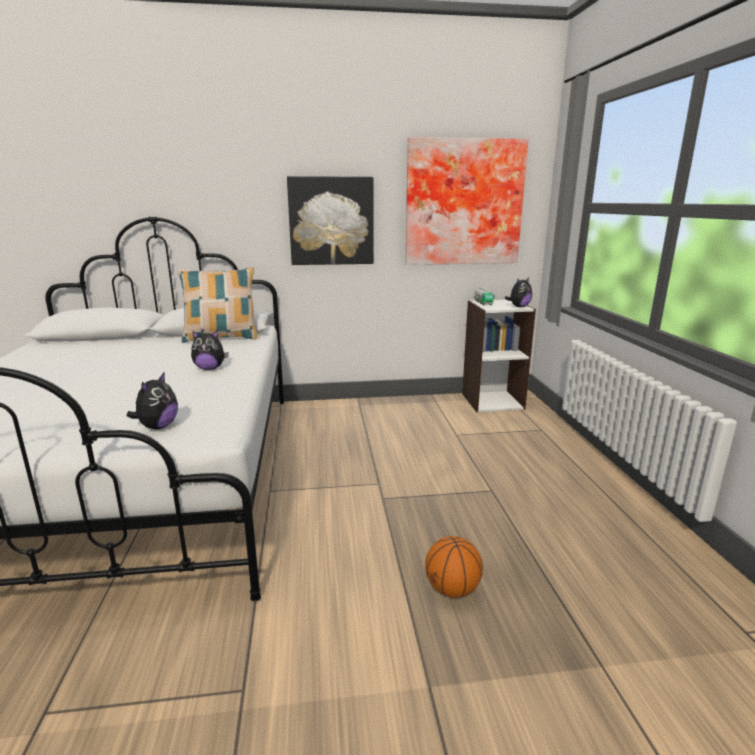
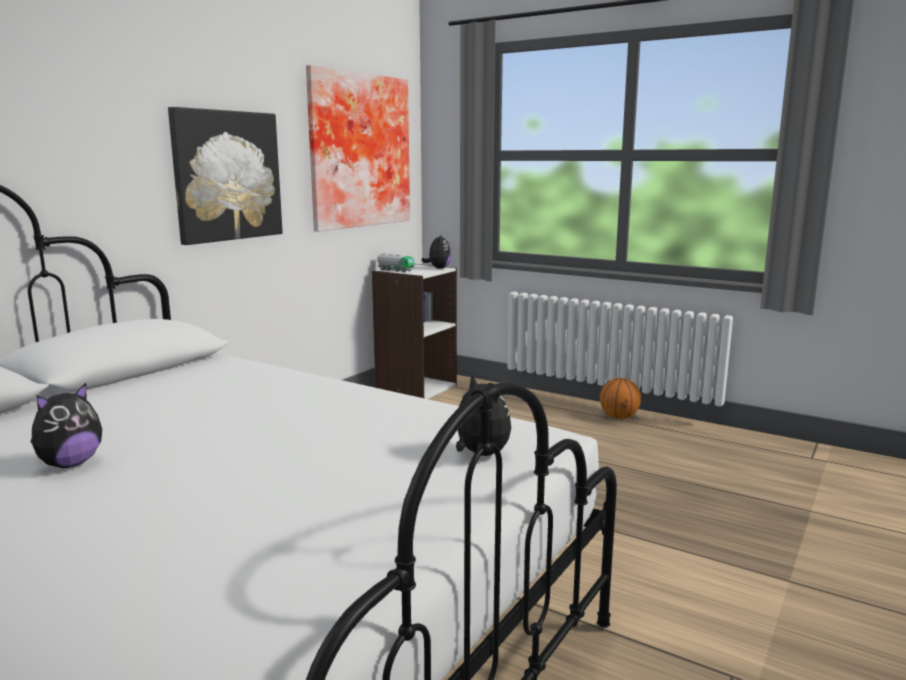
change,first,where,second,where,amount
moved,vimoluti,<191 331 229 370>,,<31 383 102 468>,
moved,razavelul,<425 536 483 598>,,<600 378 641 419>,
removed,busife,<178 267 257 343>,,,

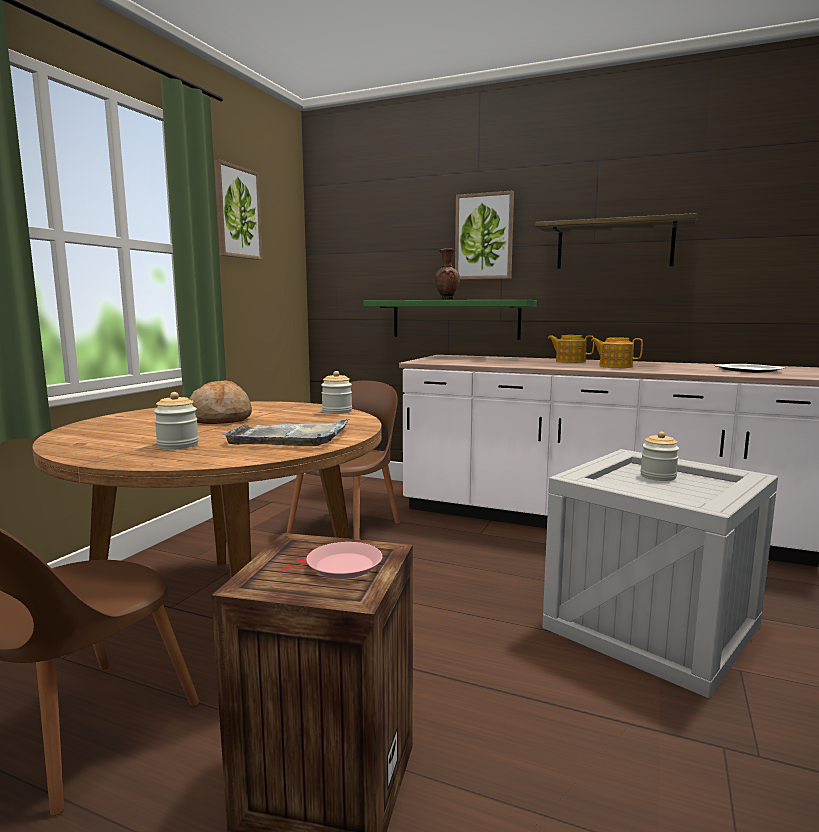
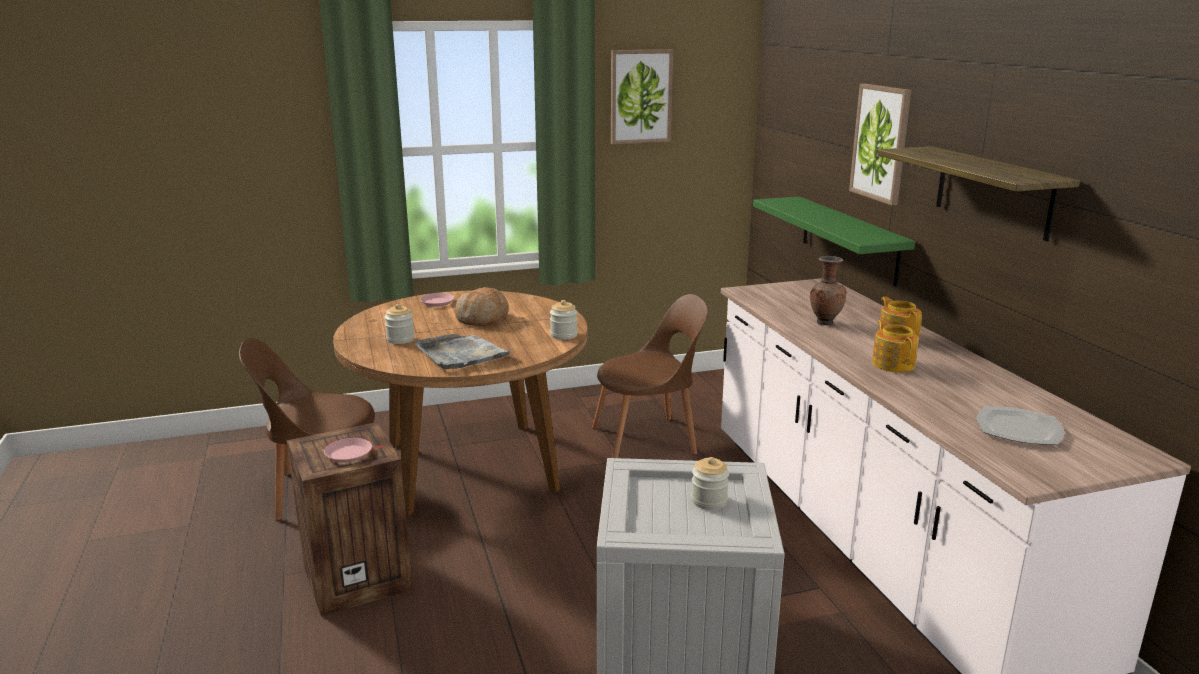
change,first,where,second,where,amount
added,,,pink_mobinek,<420 293 455 307>,
moved,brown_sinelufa,<435 248 460 300>,,<810 256 847 325>,

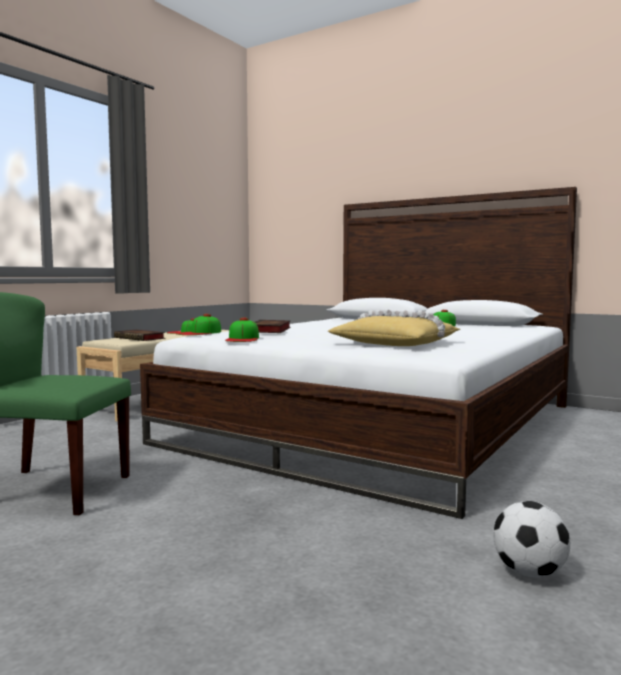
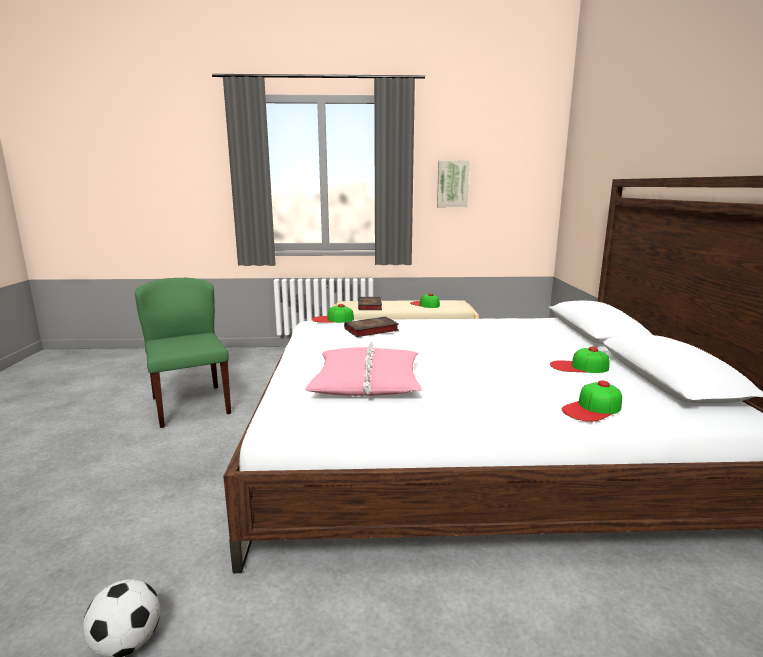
change,first,where,second,where,amount
recoloured,yellow_busife,<328 309 460 346>,pink_busife,<306 341 422 396>,
added,,,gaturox,<437 161 470 207>,
moved,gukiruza,<225 318 259 342>,,<562 380 622 422>,

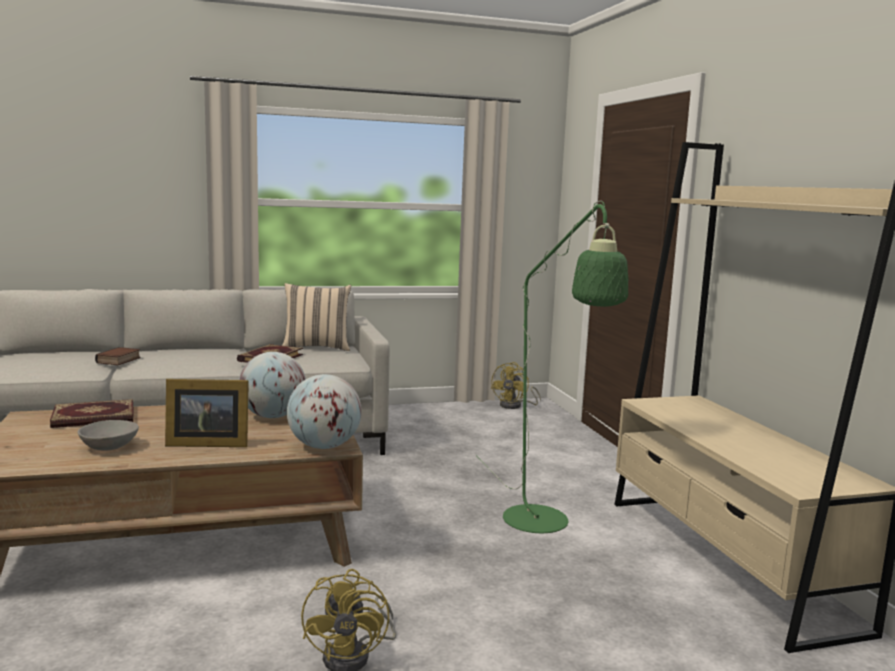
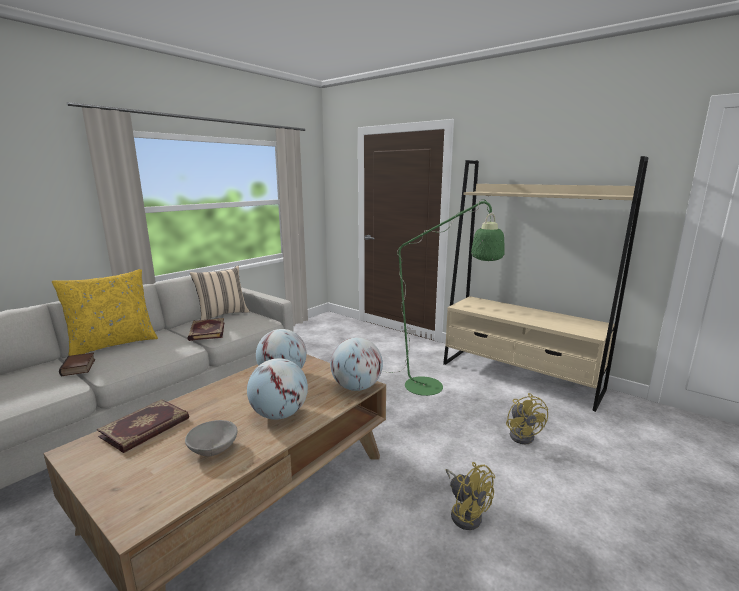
change,first,where,second,where,amount
added,,,yellow_busife,<52 269 158 356>,
replaced,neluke,<165 379 249 447>,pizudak,<247 358 308 420>,
moved,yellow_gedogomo,<490 362 541 409>,,<506 393 548 444>,

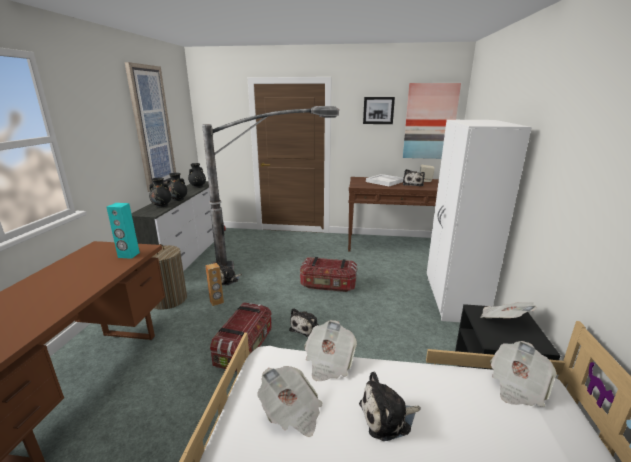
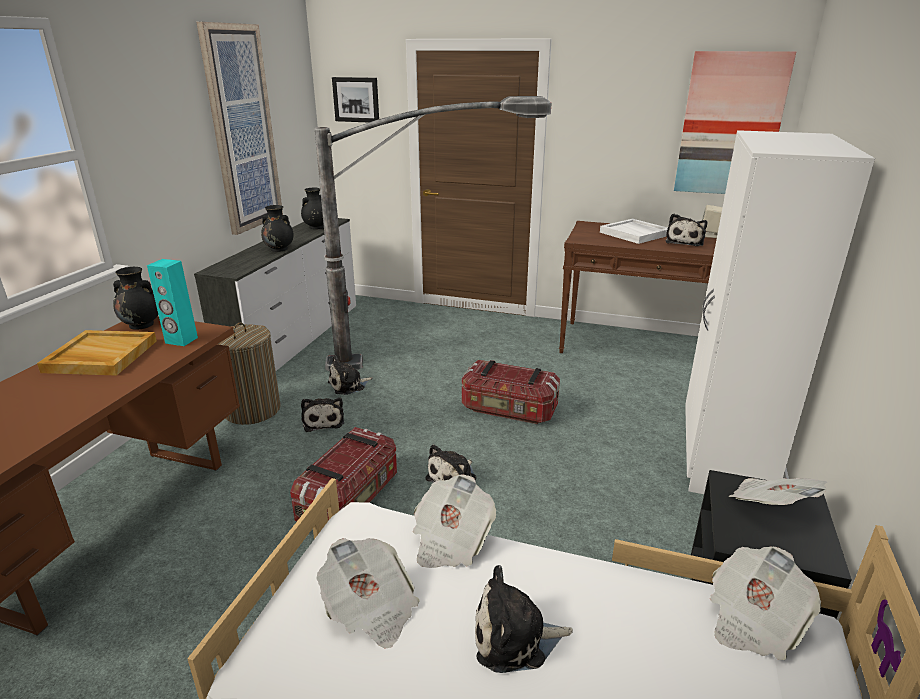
change,first,where,second,where,amount
added,,,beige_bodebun,<37 330 157 376>,
moved,black_sinelufa,<149 178 171 208>,,<113 267 158 330>,
replaced,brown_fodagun,<205 263 224 306>,vimoluti,<301 398 344 432>,
moved,gaturox,<363 97 395 124>,,<332 77 379 123>,

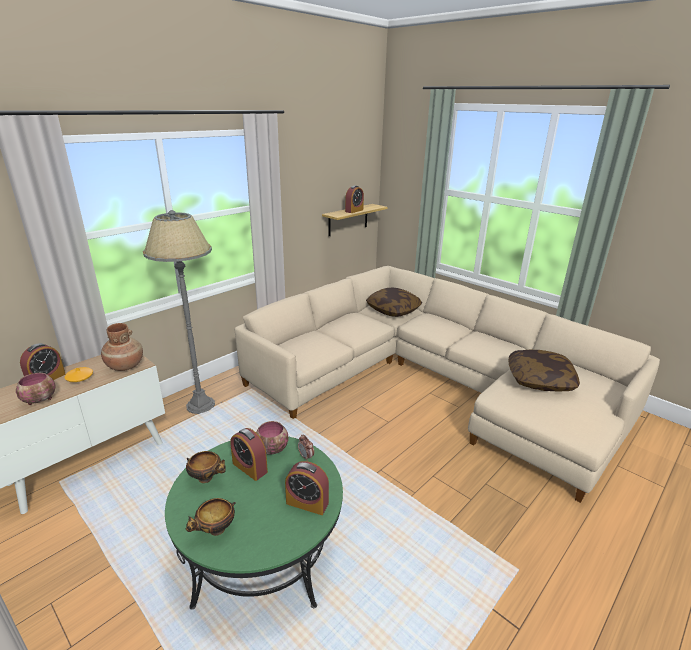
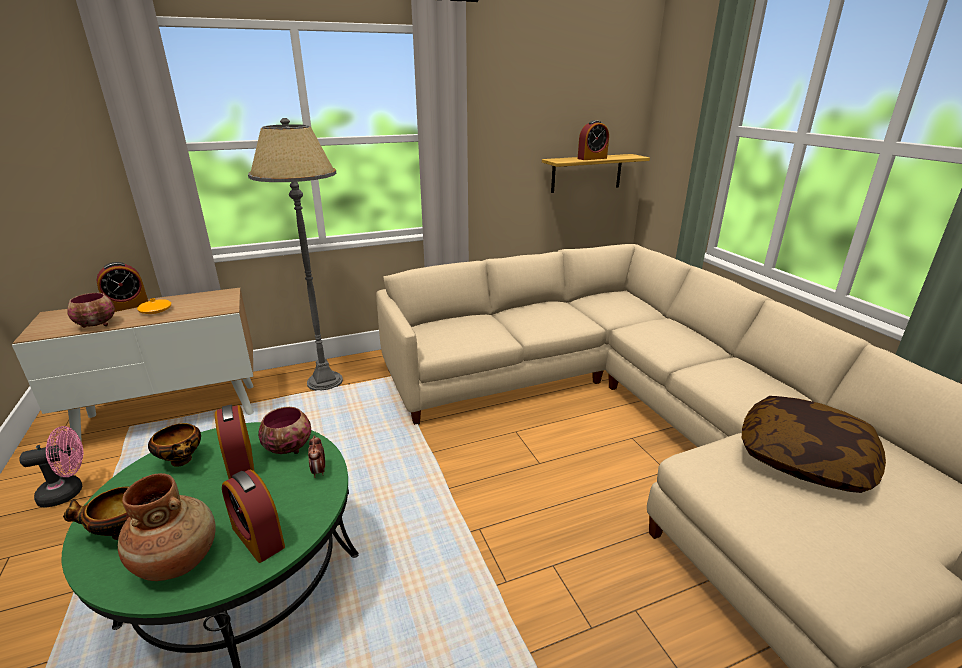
change,first,where,second,where,amount
added,,,pink_gedogomo,<19 426 83 508>,
moved,brown_sinelufa,<101 323 143 371>,,<118 473 216 581>,
removed,busife,<366 287 422 317>,,,

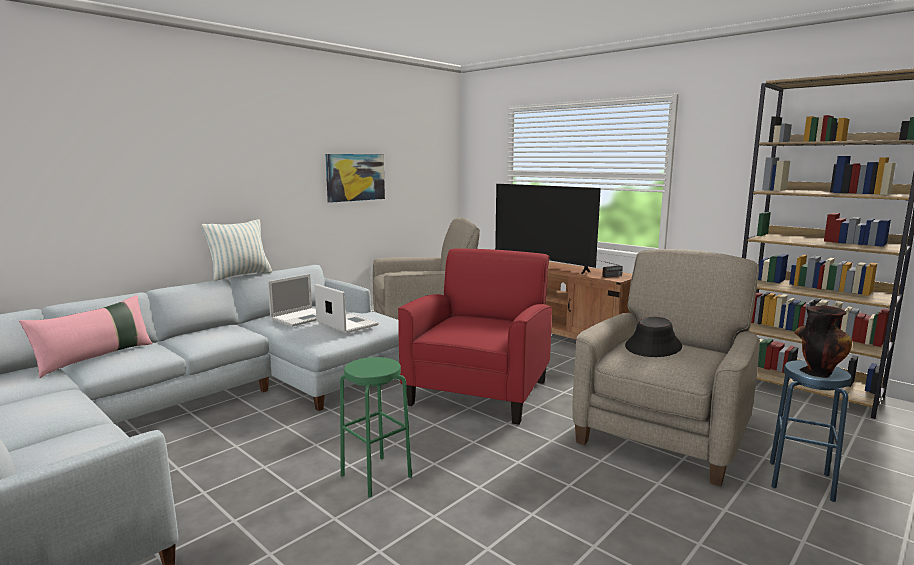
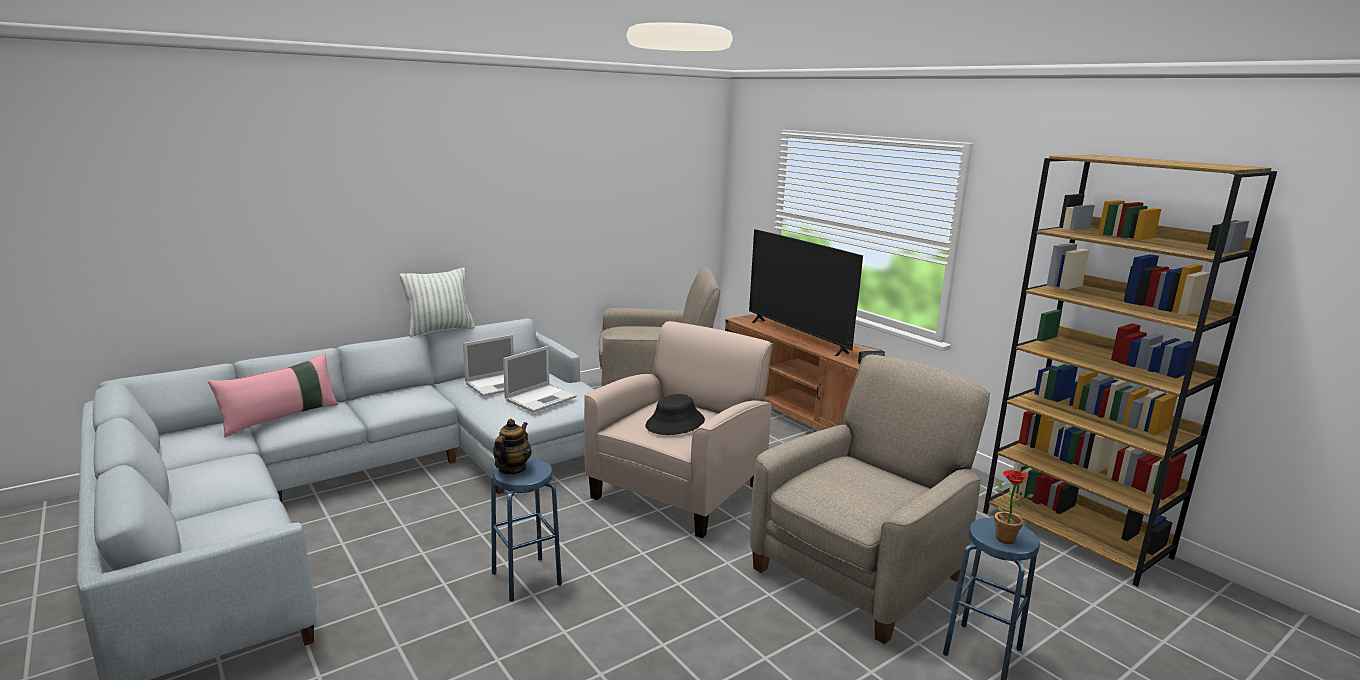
change,first,where,second,where,amount
recoloured,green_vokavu,<340 357 412 497>,blue_vokavu,<491 458 562 602>,
added,,,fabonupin,<493 419 532 474>,
turned,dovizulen,<314 284 379 333>,,<503 346 577 412>,75 degrees clockwise
recoloured,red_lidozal,<398 248 552 425>,beige_lidozal,<584 321 773 538>,
moved,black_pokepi,<625 317 682 357>,,<645 394 705 435>,
replaced,sinelufa,<794 306 852 378>,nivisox,<994 470 1033 544>,
removed,gaturox,<325 154 385 203>,,,

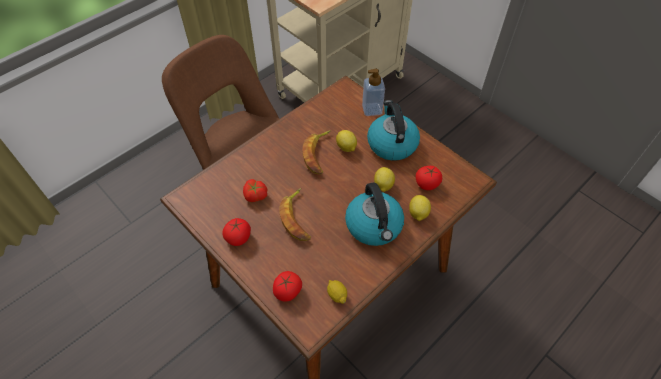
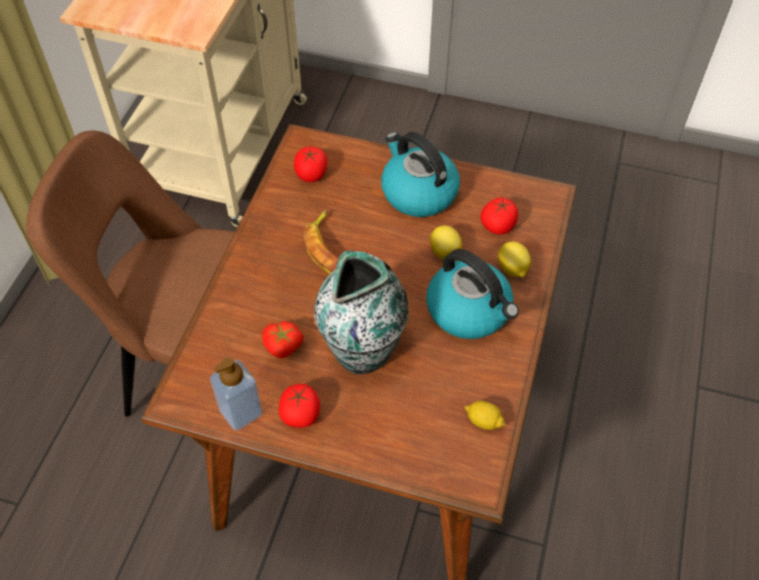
change,first,where,second,where,amount
moved,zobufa,<362 68 385 116>,,<210 357 263 431>,
moved,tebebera,<273 271 302 302>,,<294 146 327 182>,
replaced,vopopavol,<279 188 311 241>,sinelufa,<314 251 409 374>,
removed,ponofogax,<336 130 357 152>,,,

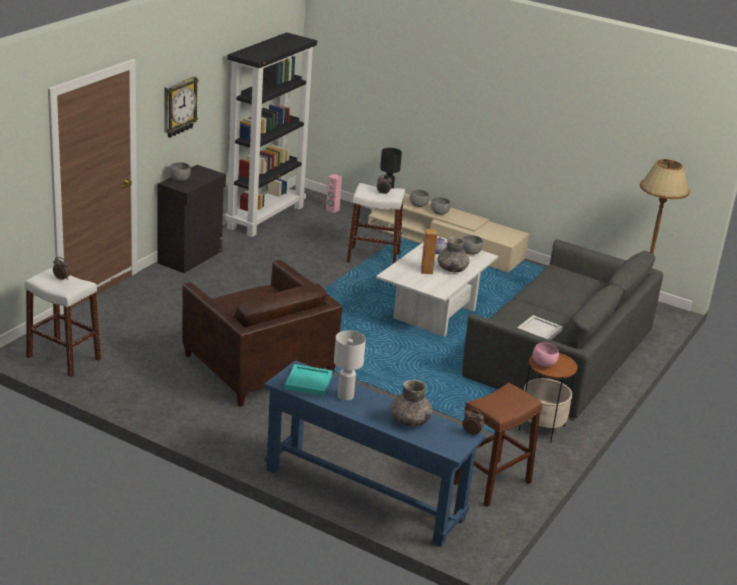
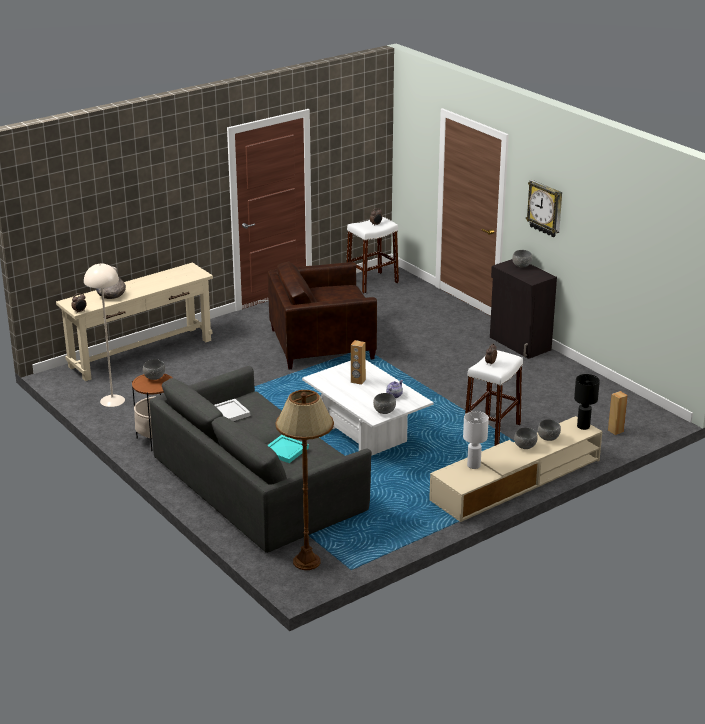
change,first,where,second,where,amount
recoloured,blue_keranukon,<264 360 486 547>,beige_keranukon,<56 263 213 381>,
replaced,brown_vokavu,<454 383 542 507>,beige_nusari,<84 264 125 407>,
recoloured,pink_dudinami,<533 343 559 367>,grey_dudinami,<143 359 165 380>,
moved,turquoise_bodebun,<285 364 333 396>,,<267 435 309 463>,
moved,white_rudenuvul,<334 330 366 401>,,<463 411 489 469>,
recoloured,pink_fodagun,<326 174 342 213>,brown_fodagun,<608 391 628 435>,
removed,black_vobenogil,<225 32 317 237>,,,
removed,grey_sinelufa,<437 236 469 272>,,,

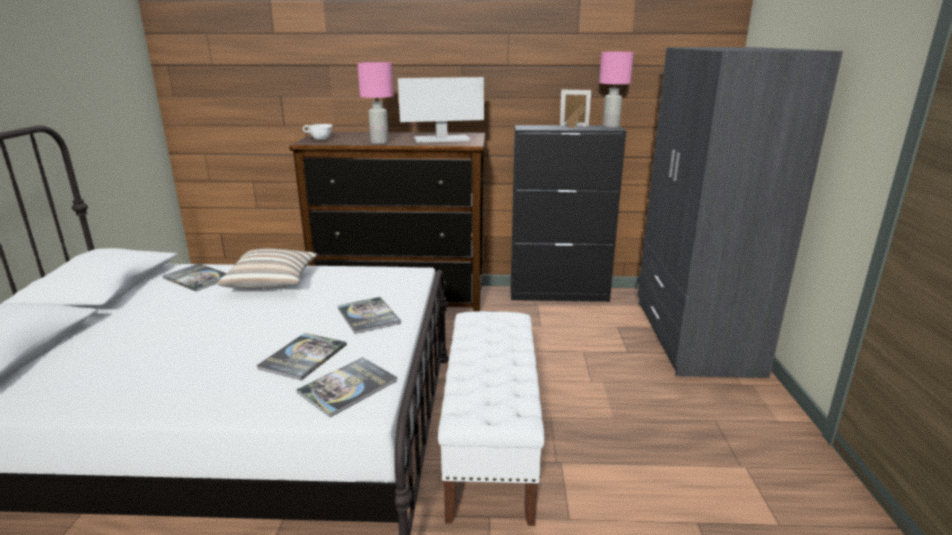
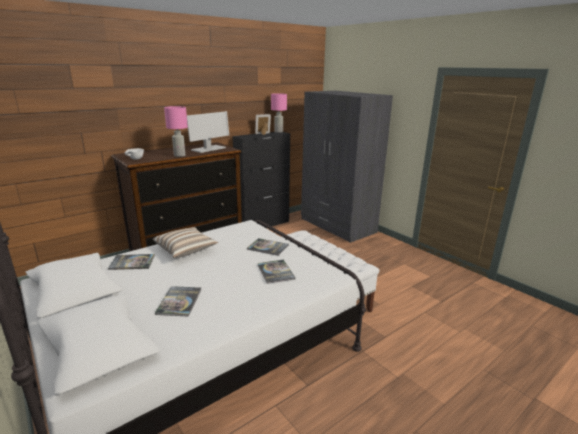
change,first,where,second,where,amount
moved,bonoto,<296 357 397 417>,,<155 286 202 317>,

